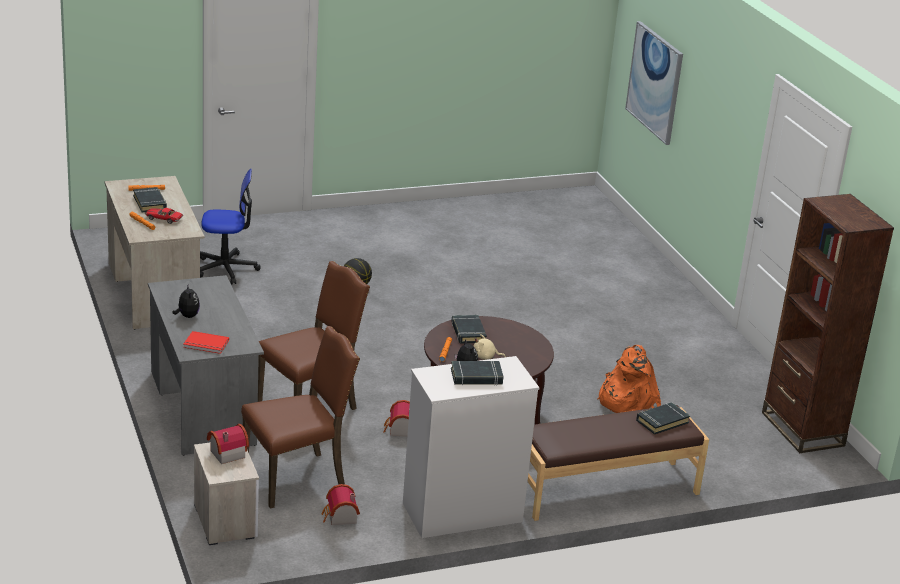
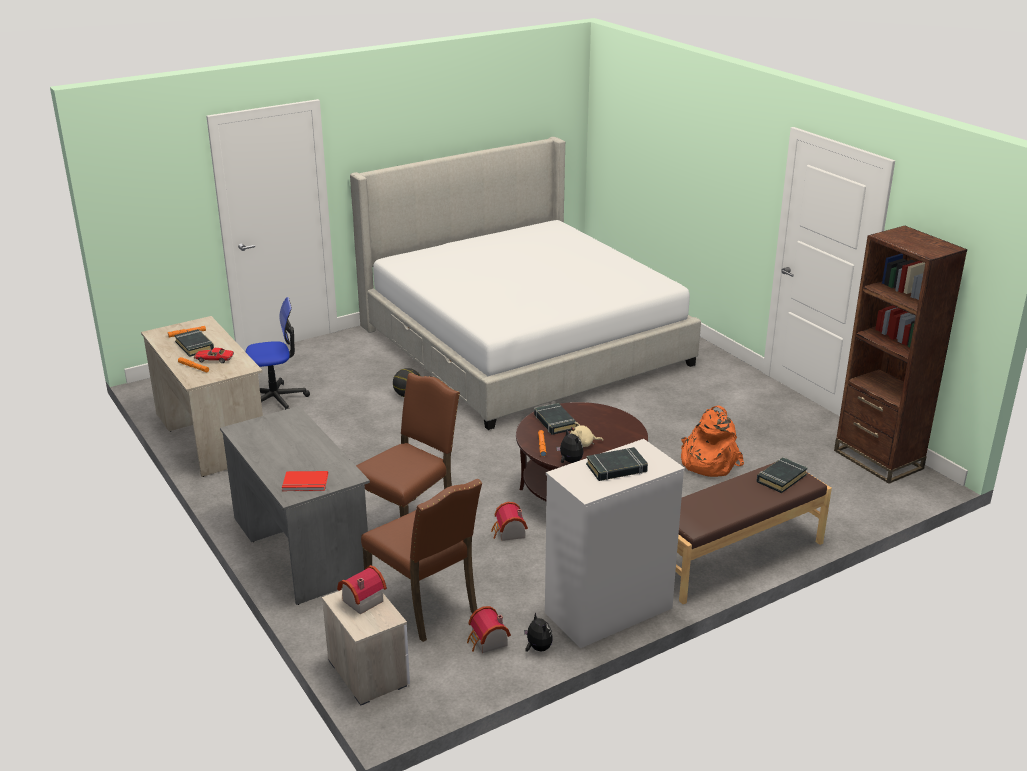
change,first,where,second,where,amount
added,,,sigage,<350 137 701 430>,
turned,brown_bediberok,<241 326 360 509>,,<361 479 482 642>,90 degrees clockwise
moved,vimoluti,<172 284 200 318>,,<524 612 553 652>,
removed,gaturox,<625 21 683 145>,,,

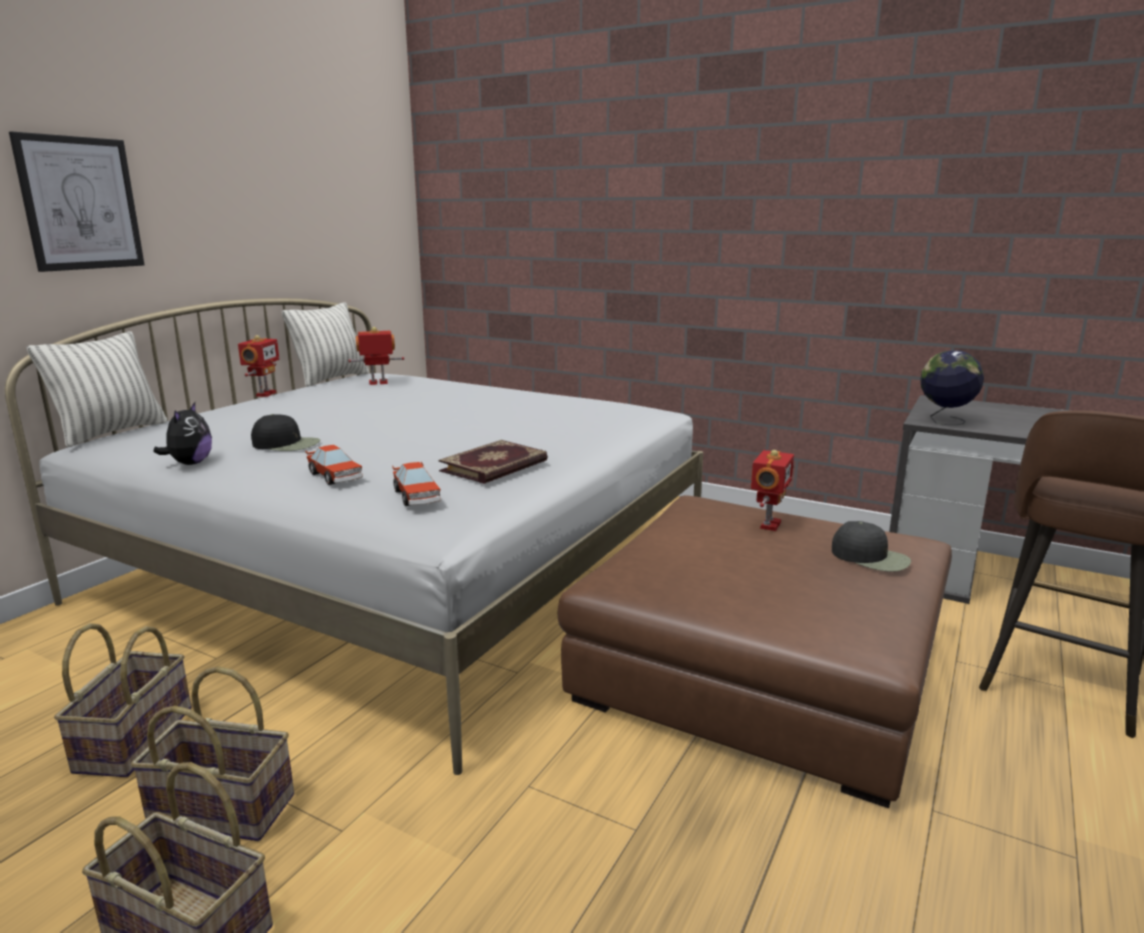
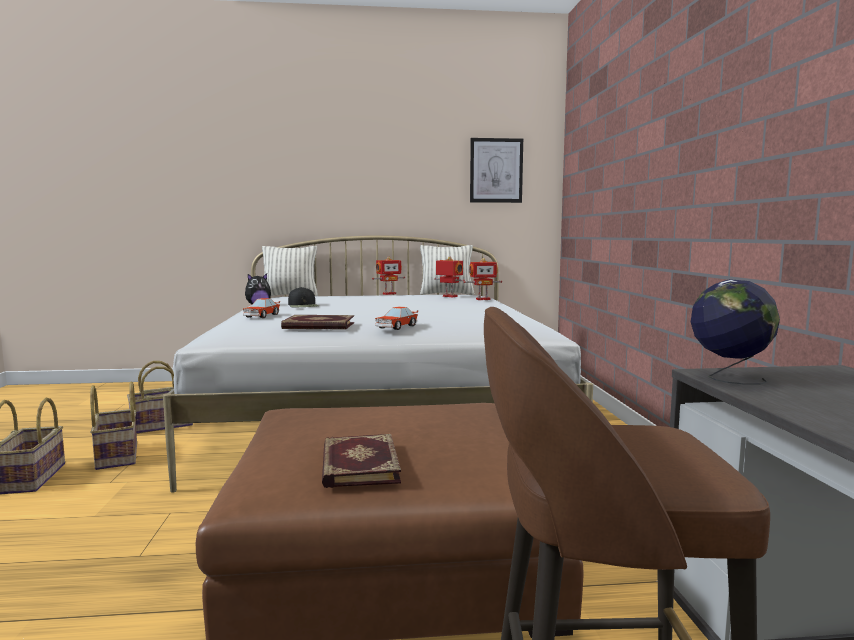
change,first,where,second,where,amount
added,,,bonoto,<322 434 401 488>,
moved,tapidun,<392 462 441 506>,,<375 307 418 330>,
moved,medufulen,<751 450 794 531>,,<464 258 502 300>,
moved,gaturox,<9 131 145 272>,,<470 138 523 203>,
removed,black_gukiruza,<832 521 911 572>,,,

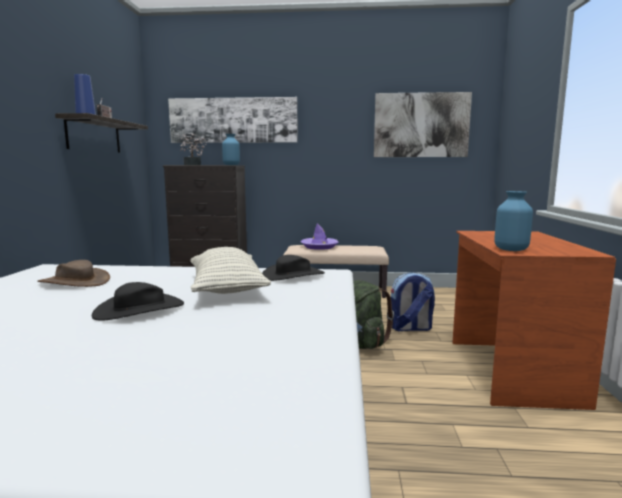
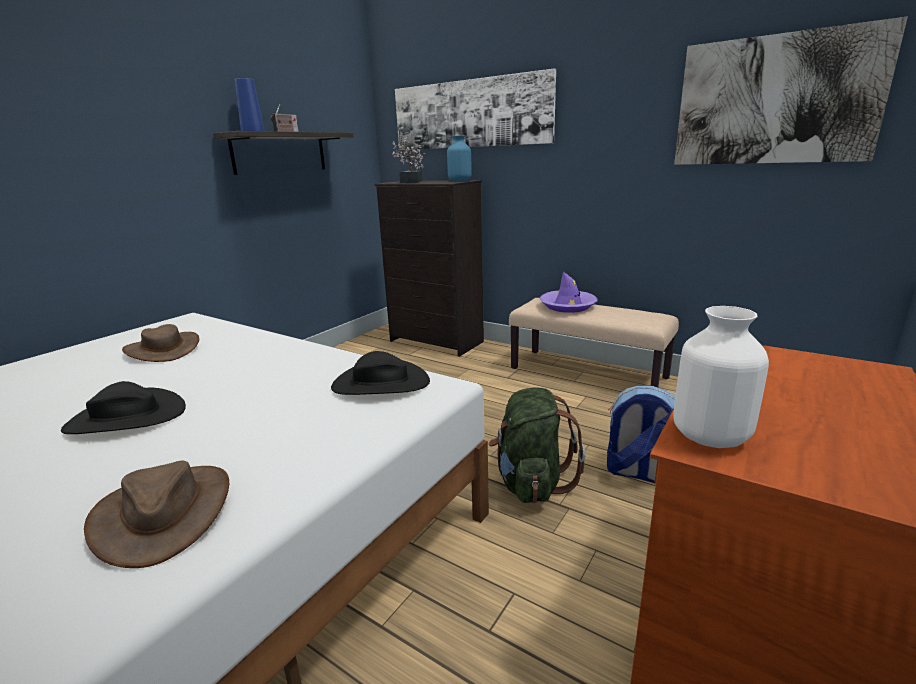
change,first,where,second,where,amount
added,,,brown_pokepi,<84 461 229 568>,
recoloured,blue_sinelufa,<494 191 533 251>,white_sinelufa,<673 306 769 448>,
removed,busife,<190 247 271 294>,,,

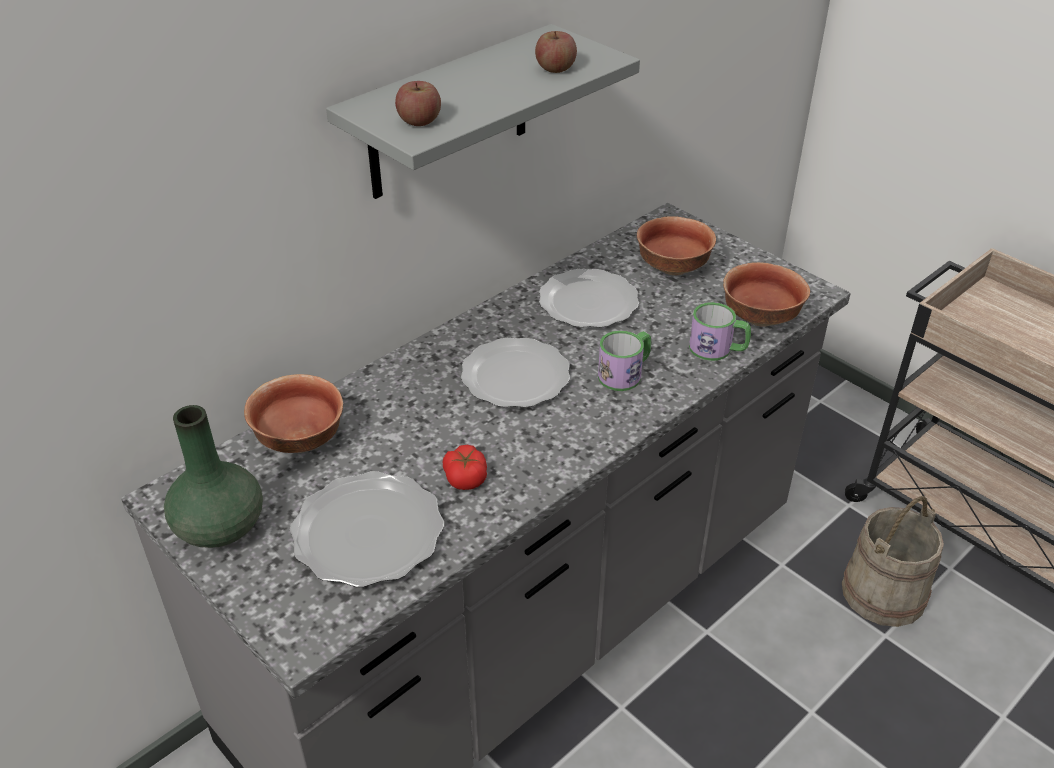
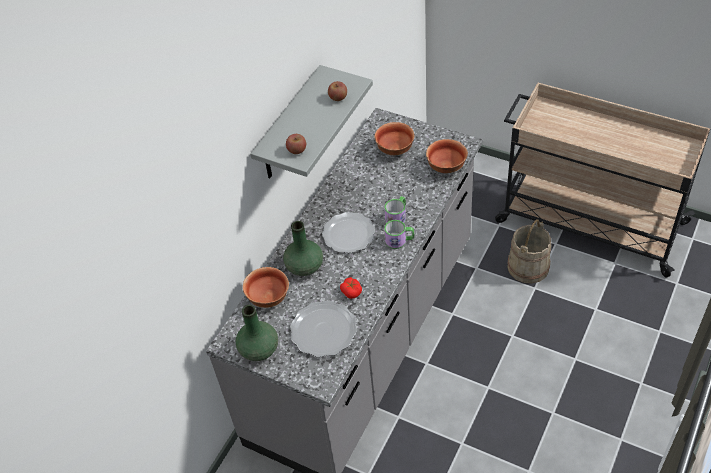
change,first,where,second,where,amount
added,,,green_sinelufa,<283 221 323 276>,
moved,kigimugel,<689 302 751 361>,,<384 220 414 249>,
removed,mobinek,<539 269 639 328>,,,

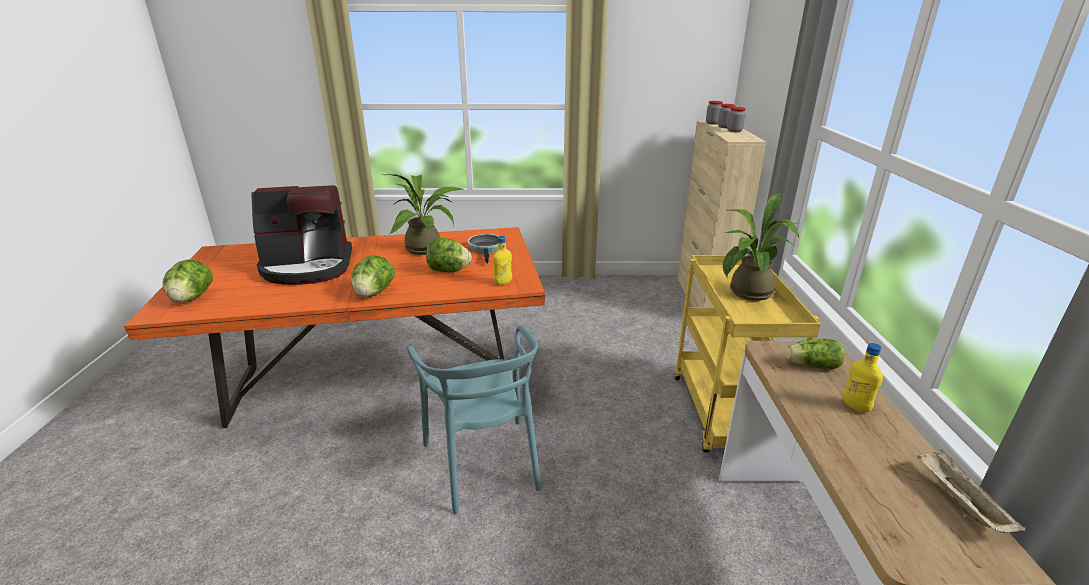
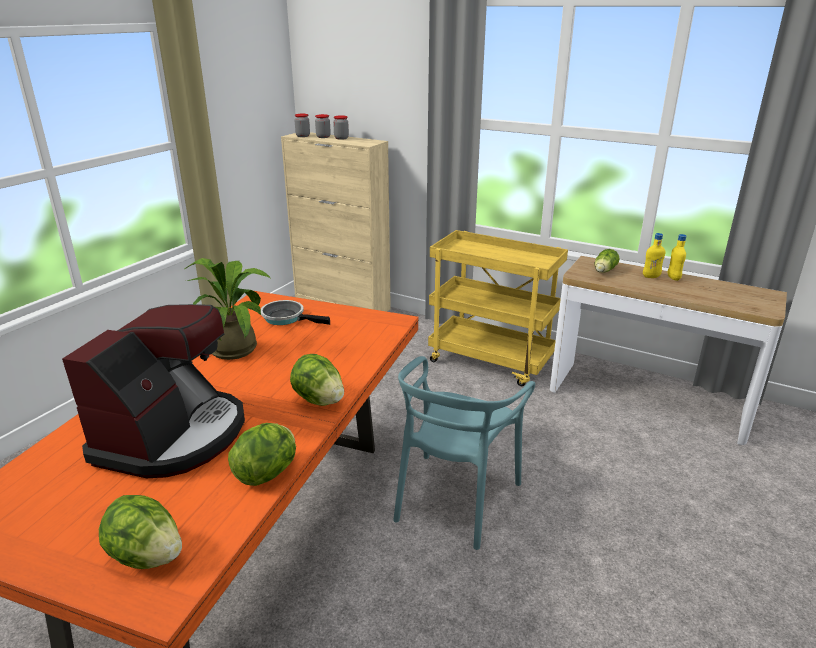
change,first,where,second,where,amount
moved,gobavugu,<426 238 472 272>,,<228 423 296 486>,
turned,turquoise_bediberok,<407 325 541 515>,,<393 356 535 550>,105 degrees clockwise
moved,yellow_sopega,<493 236 512 286>,,<668 234 686 281>,
removed,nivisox,<723 193 799 301>,,,
removed,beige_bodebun,<917 450 1025 533>,,,

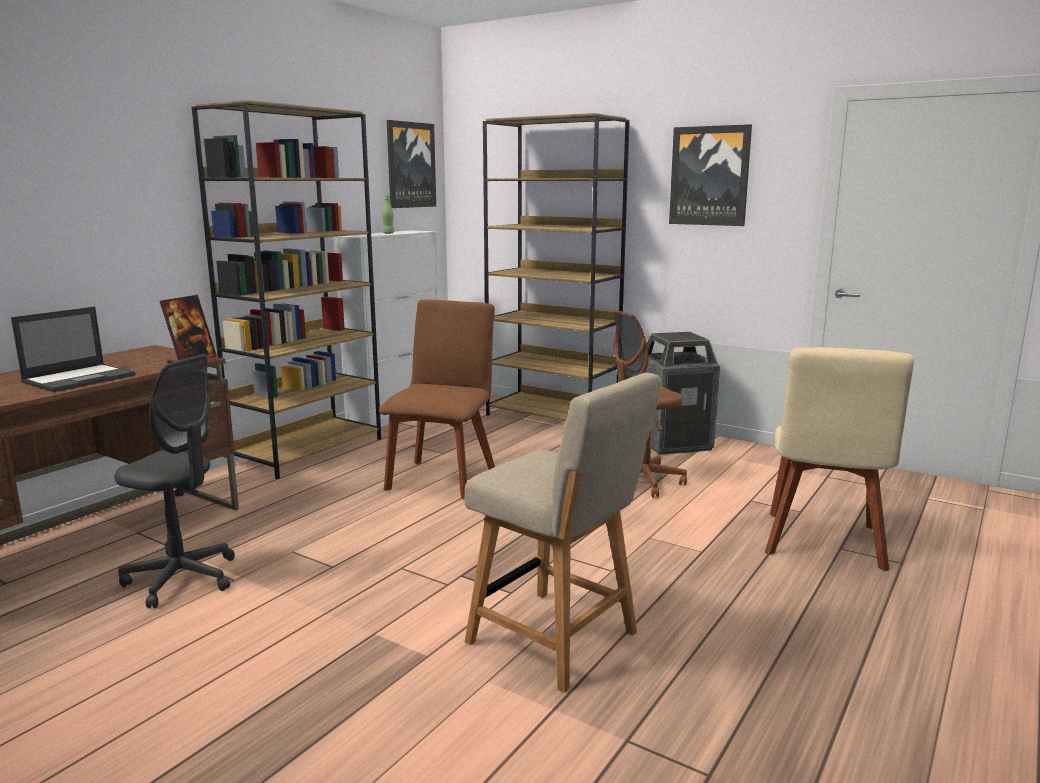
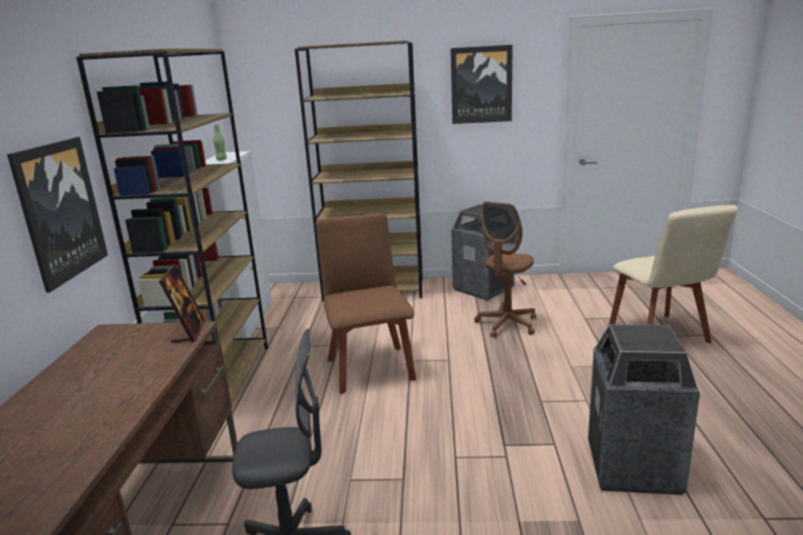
change,first,where,second,where,amount
moved,gaturox,<387 120 436 208>,,<7 137 108 293>,
replaced,beige_bediberok,<465 373 661 693>,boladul,<588 324 700 495>,
removed,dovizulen,<11 307 135 392>,,,

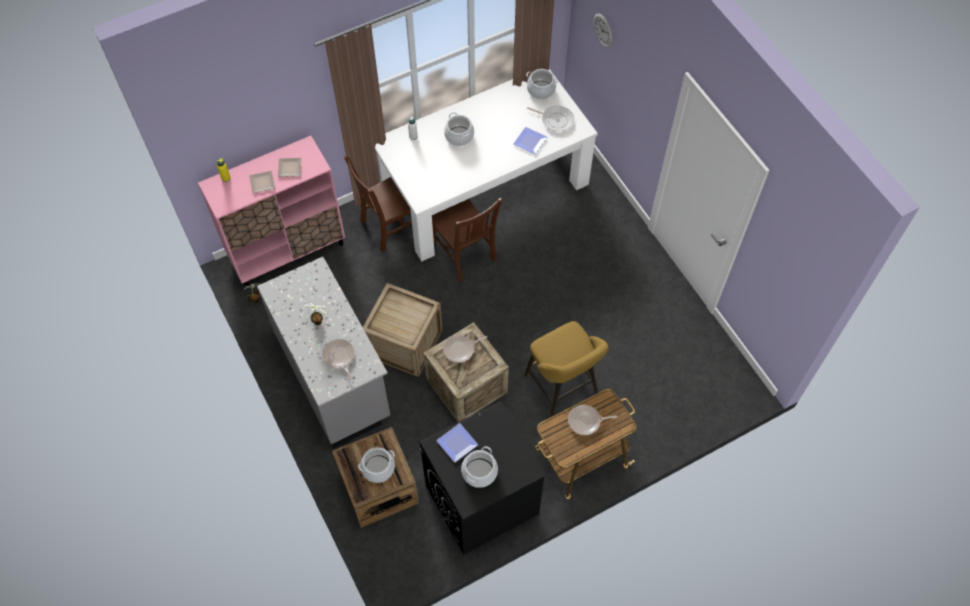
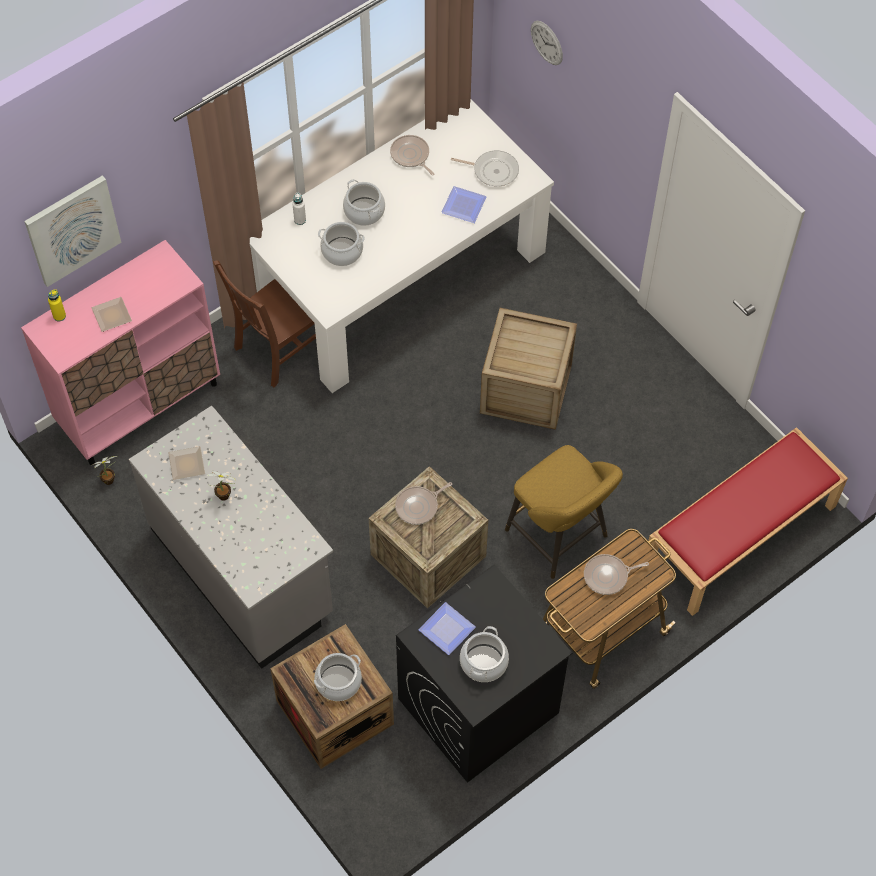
change,first,where,second,where,amount
added,,,gaturox,<24 175 121 287>,
moved,mobinek,<278 158 301 177>,,<168 446 205 480>,
moved,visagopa,<526 69 558 99>,,<318 222 365 266>,
moved,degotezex,<322 339 354 380>,,<390 135 435 176>,
moved,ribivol,<363 283 442 377>,,<480 308 577 430>,
added,,,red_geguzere,<647 427 848 616>,
removed,brown_bediberok,<432 198 502 282>,,,

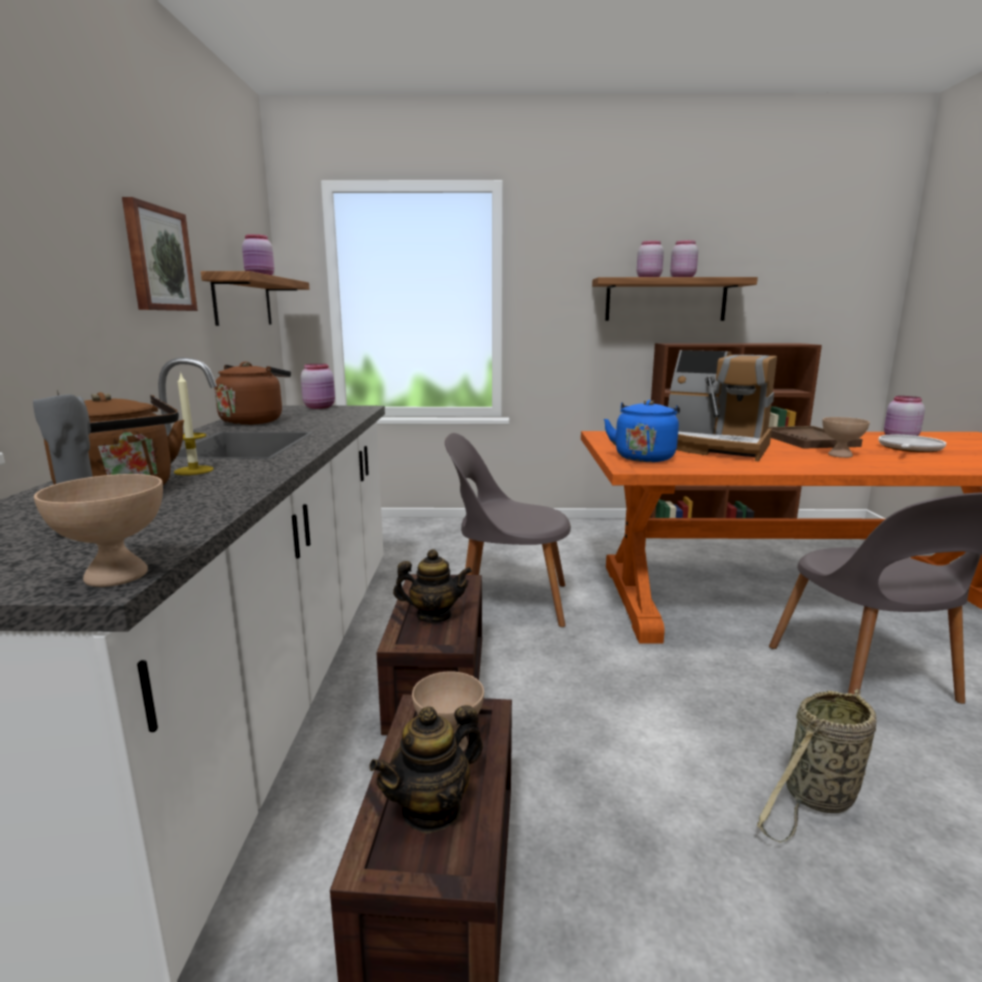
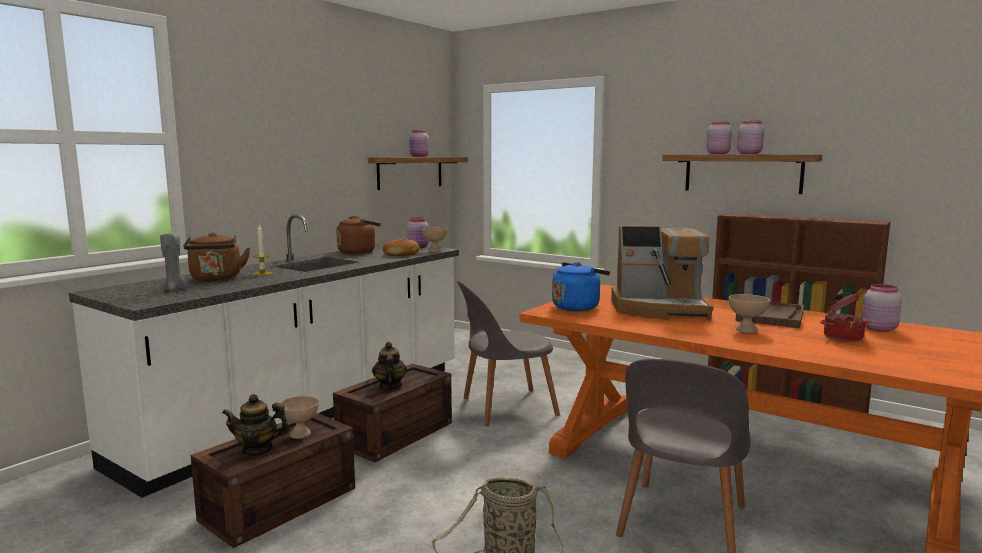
change,first,where,second,where,amount
turned,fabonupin,<393 549 472 623>,,<372 342 407 390>,135 degrees counterclockwise
added,,,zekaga,<383 239 420 256>,
moved,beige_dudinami,<34 474 163 587>,,<422 227 448 252>,
turned,grey_bediberok,<445 433 571 627>,,<457 281 560 426>,60 degrees counterclockwise
turned,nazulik,<668 350 777 462>,,<611 225 713 320>,60 degrees counterclockwise
replaced,degotezex,<879 435 946 453>,visagopa,<820 292 869 342>,
removed,gaturox,<122 197 198 311>,,,

